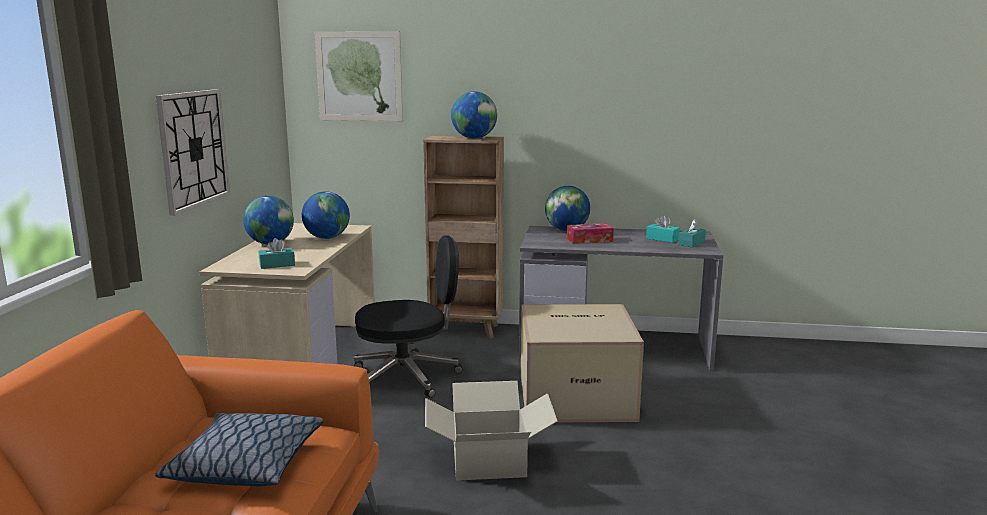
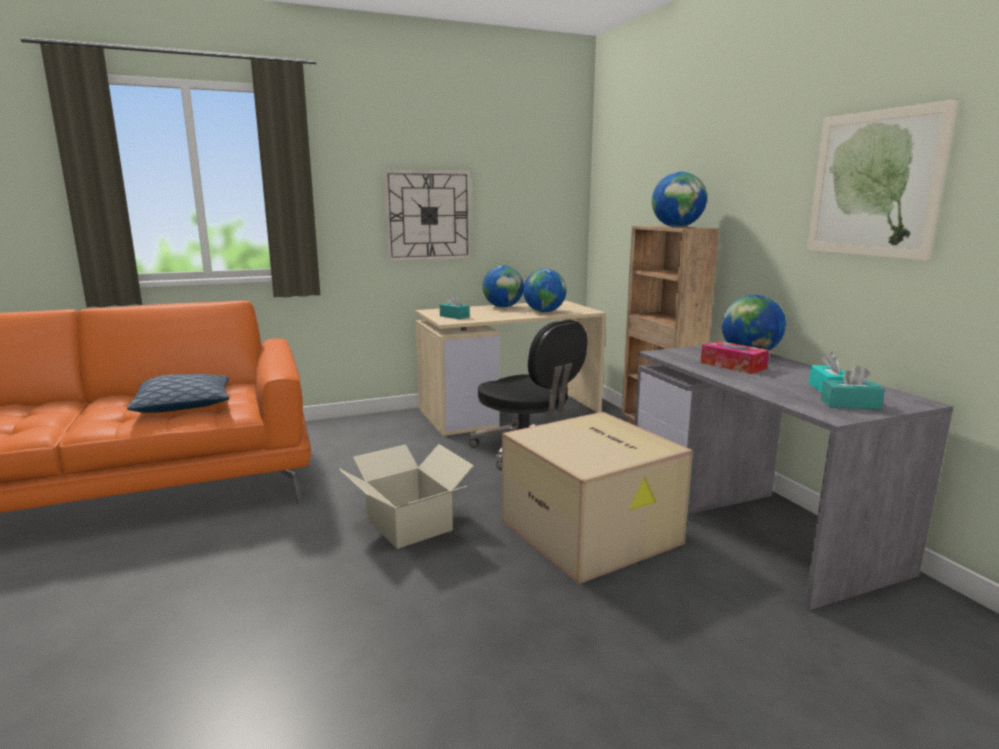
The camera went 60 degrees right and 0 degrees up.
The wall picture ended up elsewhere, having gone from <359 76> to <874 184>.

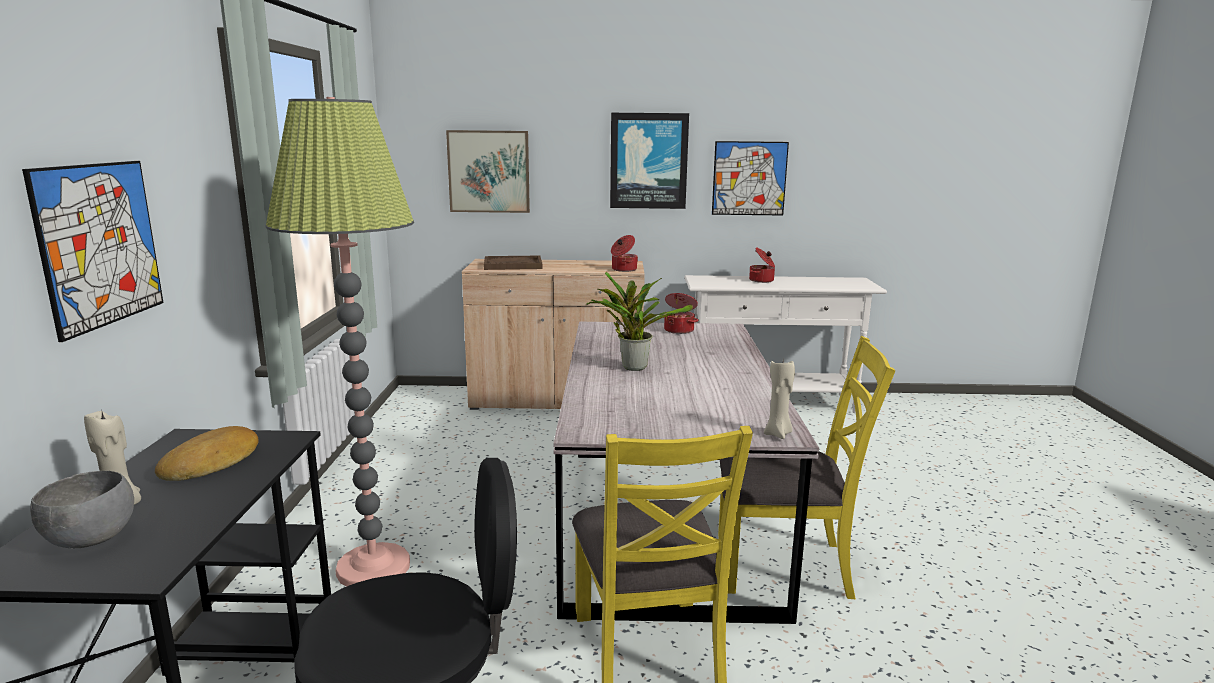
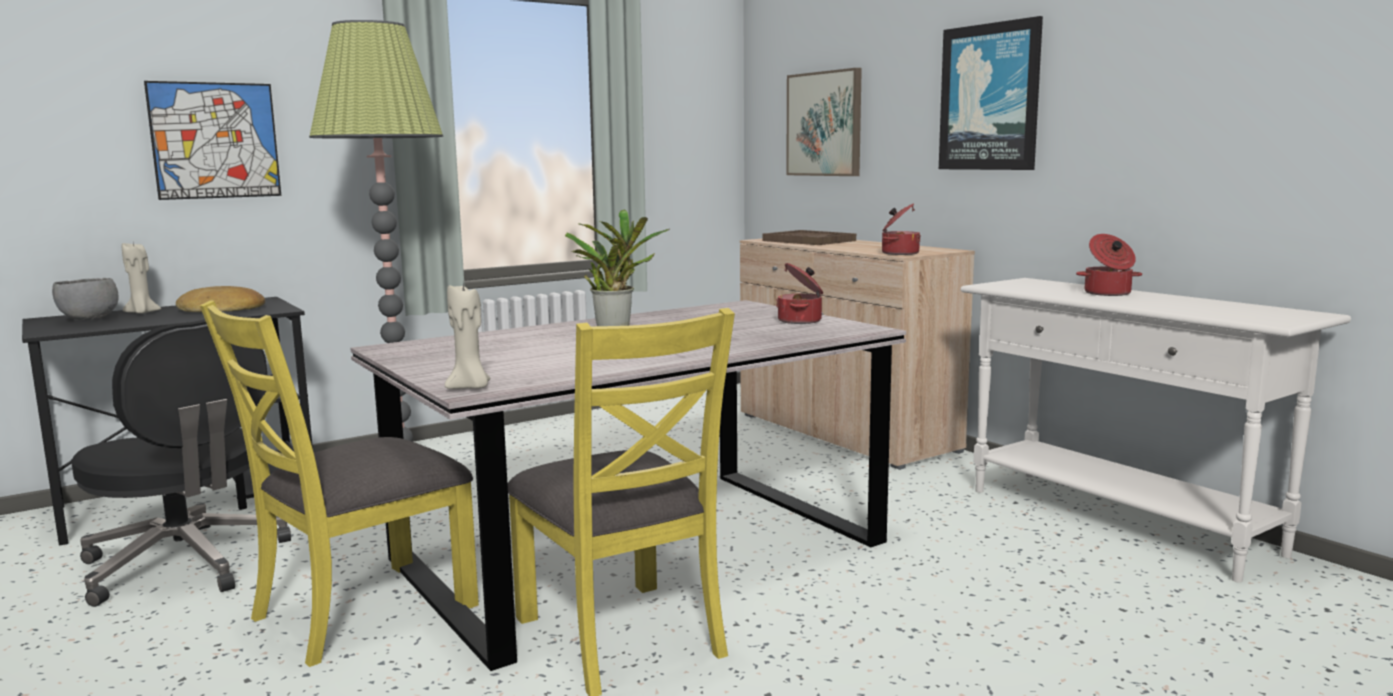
The camera went 55 degrees right and 5 degrees down.
The second view lost the wall picture at <749 178>.

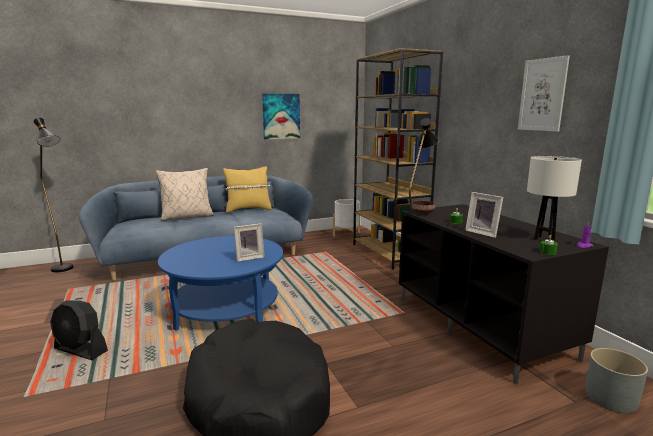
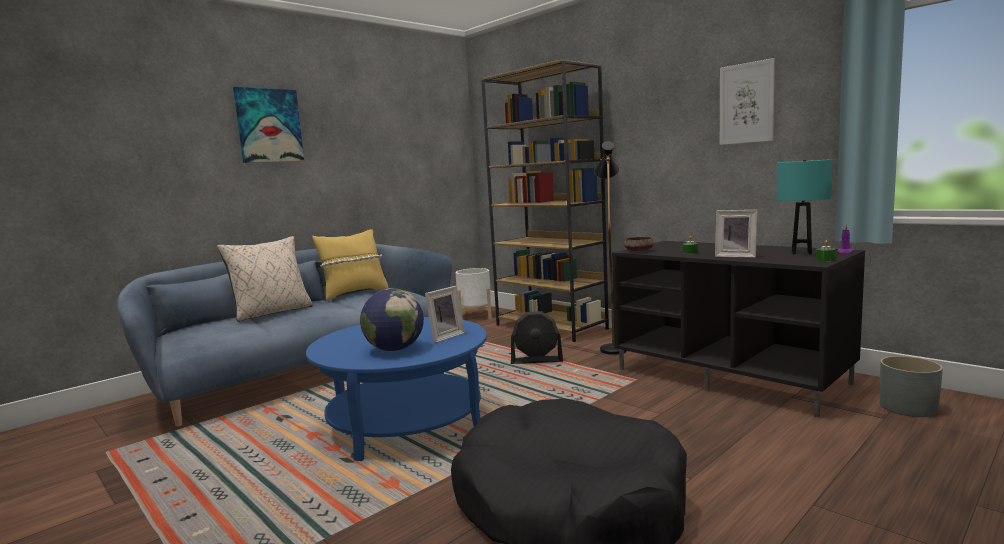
The camera went 20 degrees left and 5 degrees down.
The wall picture ended up elsewhere, having gone from <281 116> to <269 125>.
The second view gained the world globe at <394 349>.
The blackish fan ended up elsewhere, having gone from <81 350> to <537 361>.
What was the whitish table lamp at <544 239> turned into the turquoise-coloured table lamp at <801 253>.
The second view lost the blackish standard lamp at <65 270>.

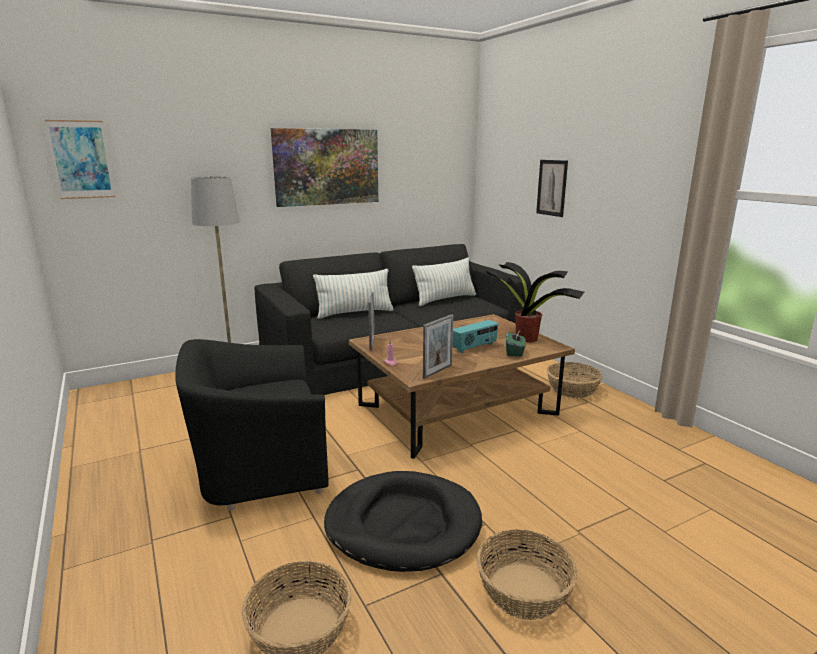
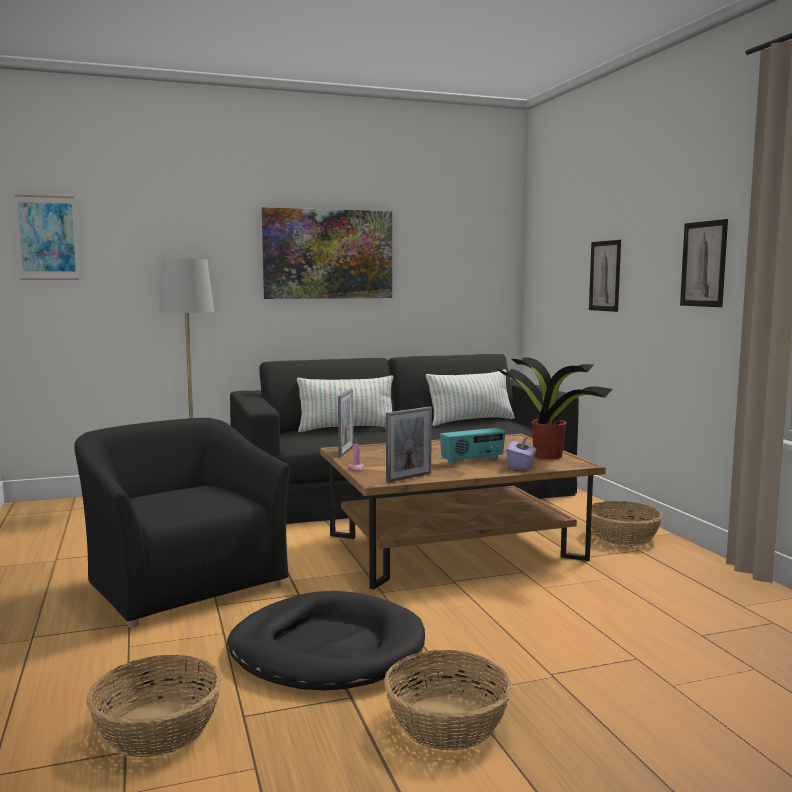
The camera went 10 degrees right and 10 degrees down.
The blackish easy chair at <260 467> ended up facing another way, 60 degrees clockwise from before.
What was the greenish tissue holder at <514 352> turned into the purple tissue holder at <521 466>.
The second view gained the wall picture at <703 264>.

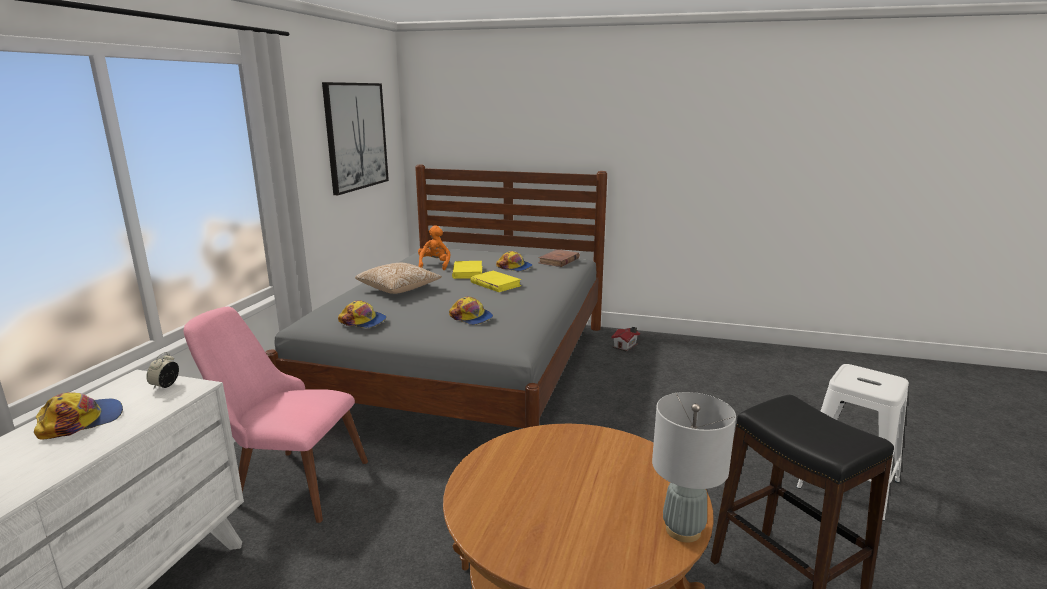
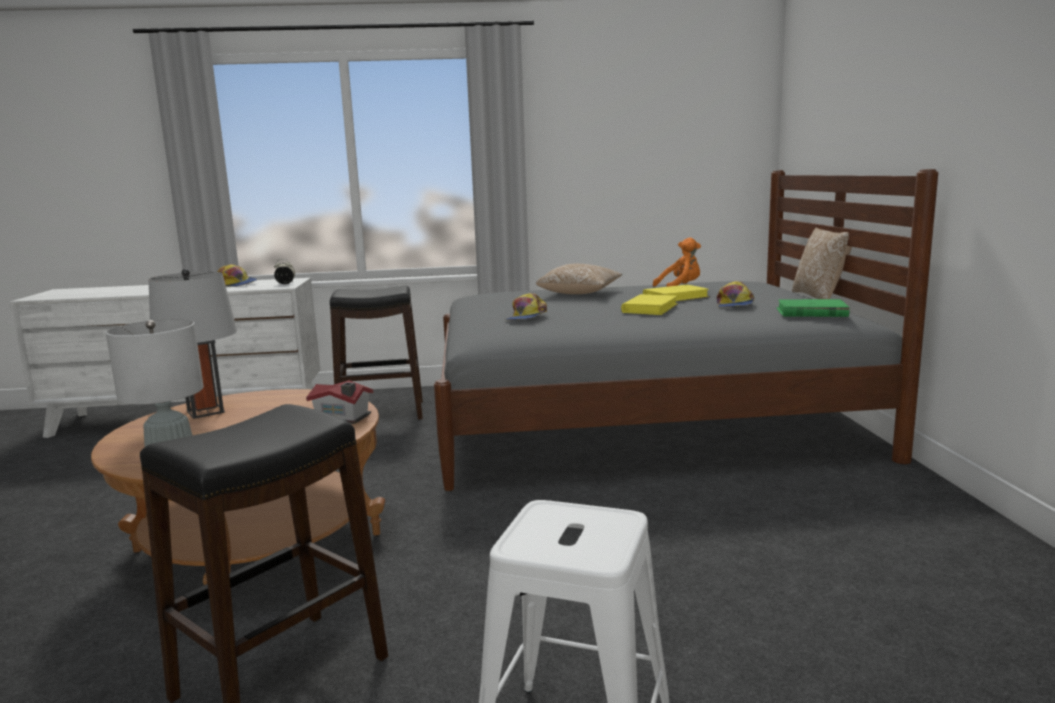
The camera went 70 degrees right and 5 degrees down.
The second view gained the gray table lamp at <205 411>.
The miniature house ended up elsewhere, having gone from <626 346> to <343 418>.
Where the pink upright chair stood at <287 481>, the blackish stool seat came to stand at <381 413>.
What was the brownish volume at <558 261> turned into the greenish volume at <811 312>.
The second view gained the pillow at <820 297>.
The second view lost the wall picture at <356 136>.
The second view lost the peaked cap at <363 321>.

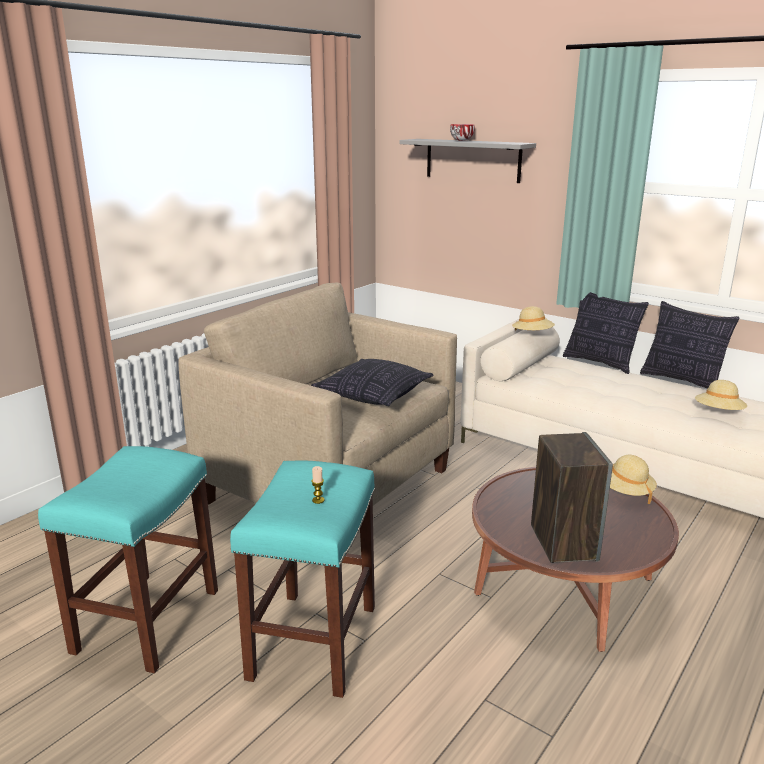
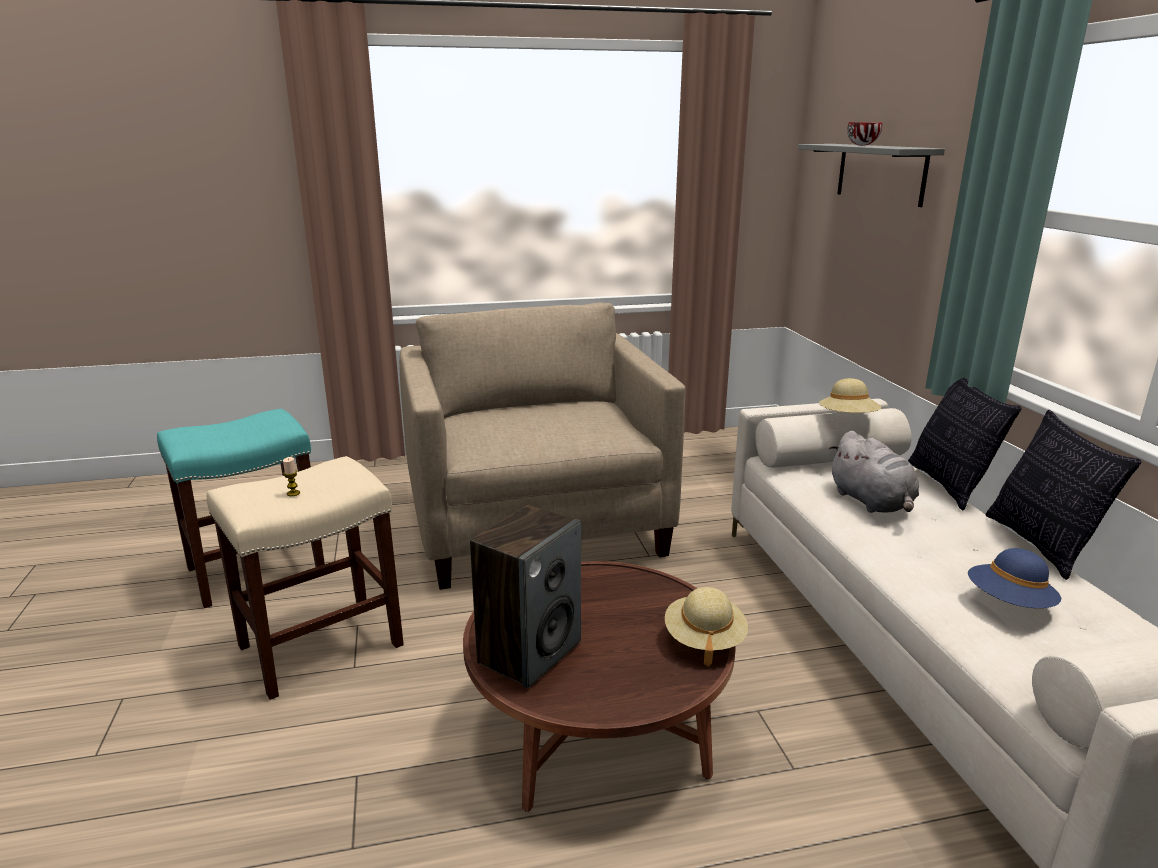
The camera went 40 degrees right and 0 degrees up.
What was the turquoise-coloured stool seat at <313 640> turned into the sand-coloured stool seat at <322 644>.
The second view gained the gray soft toy at <872 502>.
What was the sand-coloured wearable hat at <718 413> turned into the blue-coloured wearable hat at <1009 603>.
The second view lost the pillow at <373 395>.

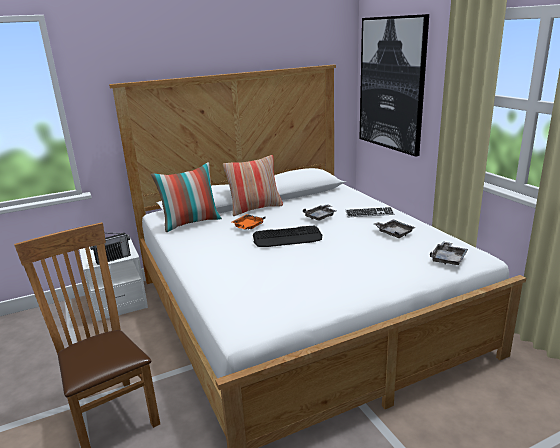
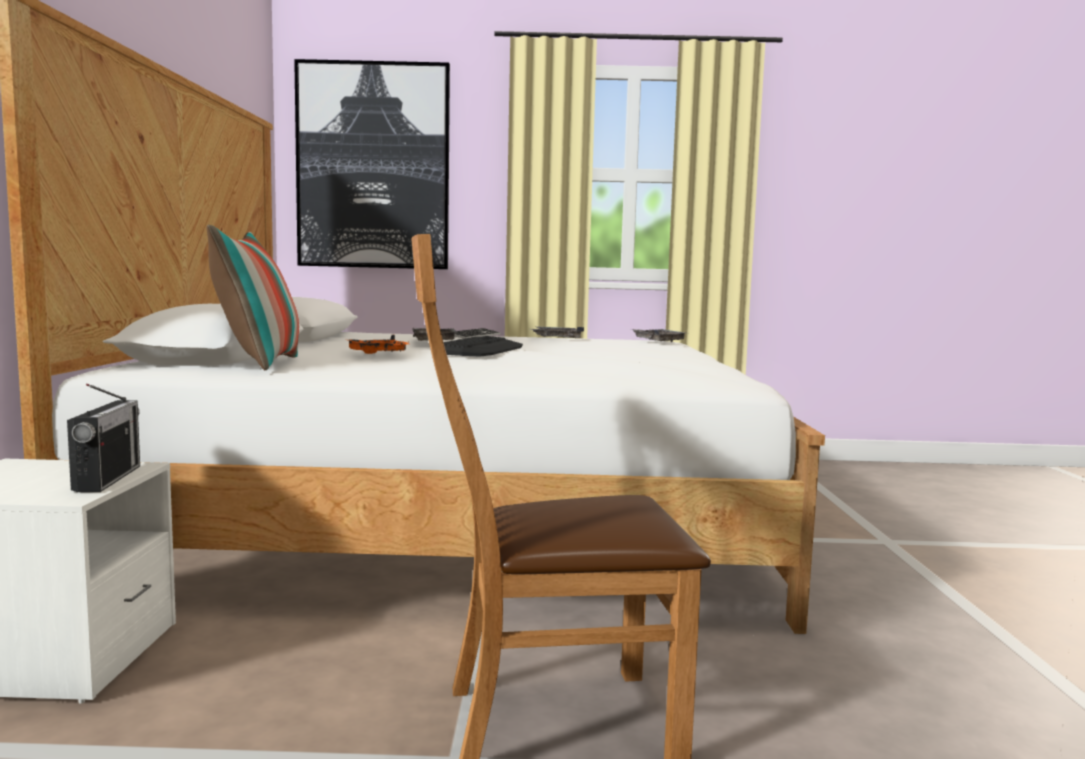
The camera went 65 degrees left and 15 degrees down.
The second view lost the pillow at <255 208>.

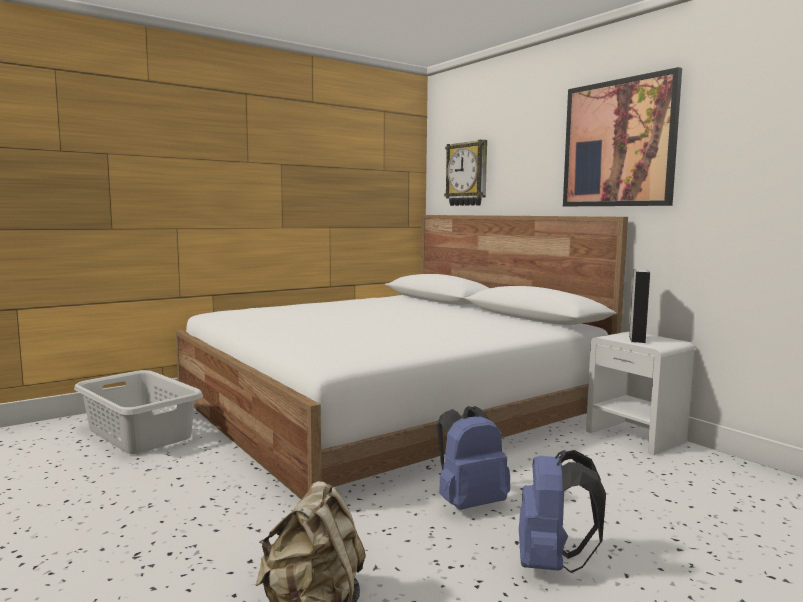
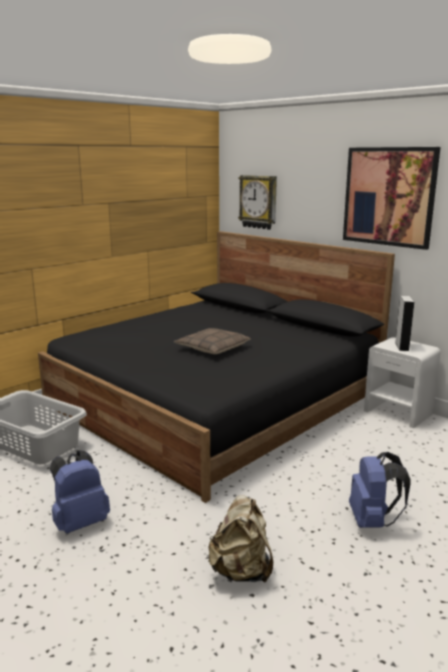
The camera went 10 degrees left and 10 degrees up.
What was the whitish sleeping bed at <389 408> turned into the blackish sleeping bed at <216 401>.
The blue-coloured rucksack ended up elsewhere, having gone from <469 503> to <80 522>.
The second view gained the pillow at <212 348>.

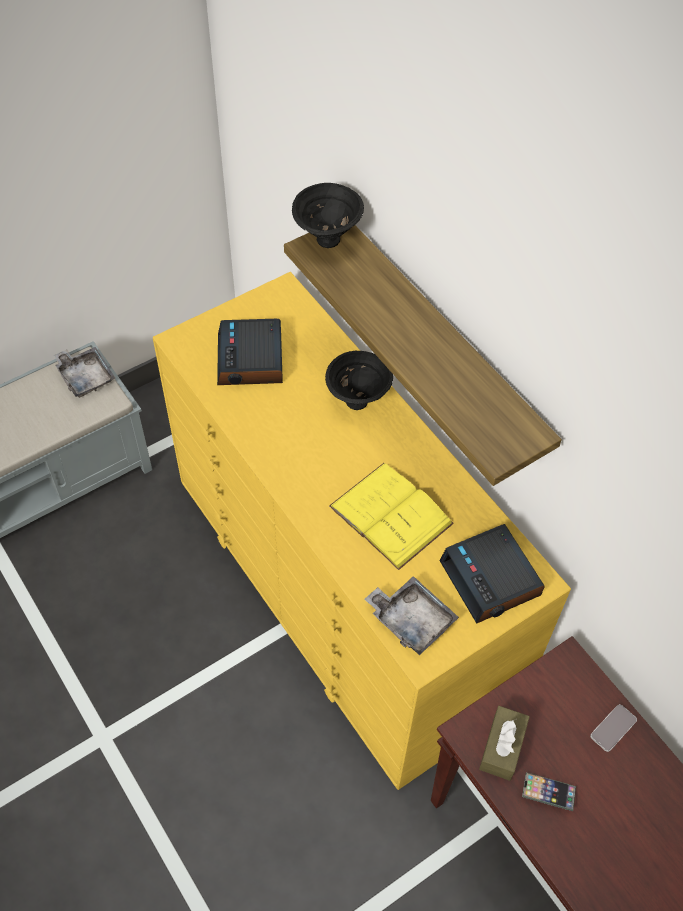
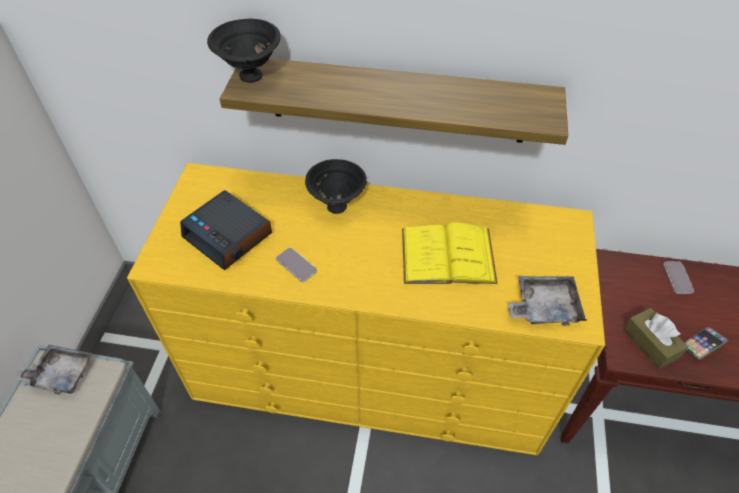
The camera went 45 degrees left and 5 degrees down.
The second view gained the handset at <296 265>.
The second view lost the alarm clock at <491 579>.

